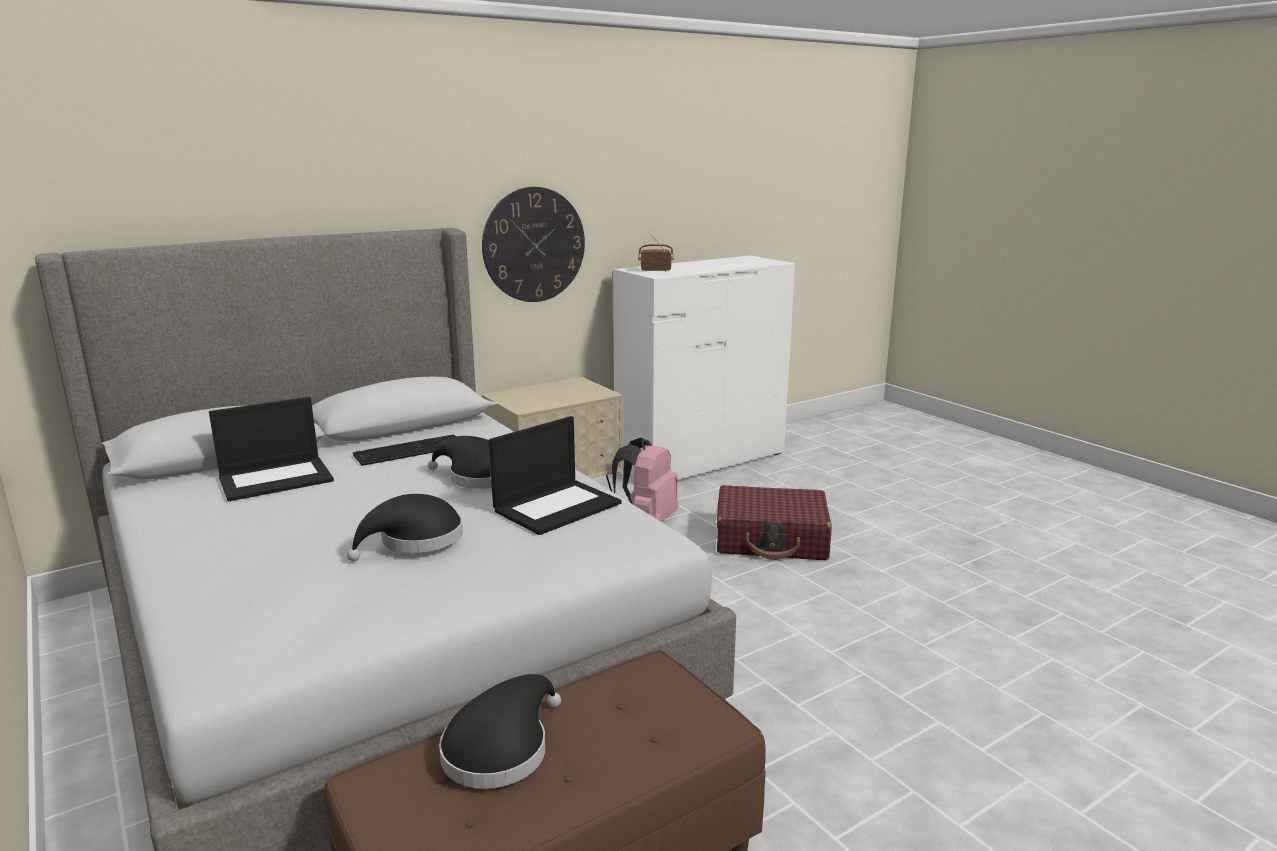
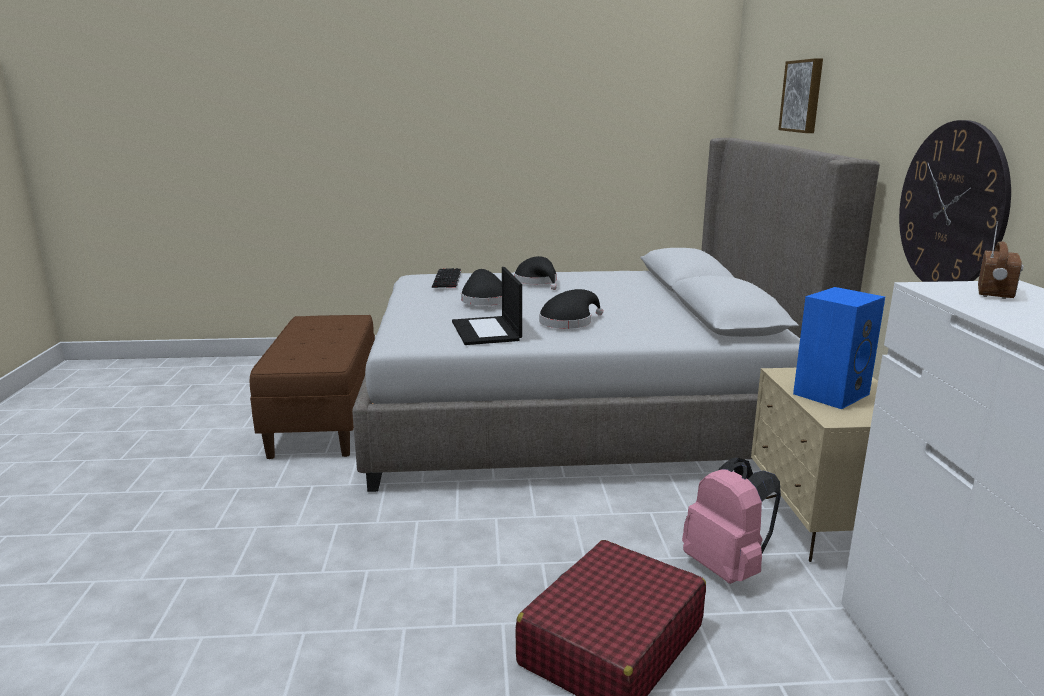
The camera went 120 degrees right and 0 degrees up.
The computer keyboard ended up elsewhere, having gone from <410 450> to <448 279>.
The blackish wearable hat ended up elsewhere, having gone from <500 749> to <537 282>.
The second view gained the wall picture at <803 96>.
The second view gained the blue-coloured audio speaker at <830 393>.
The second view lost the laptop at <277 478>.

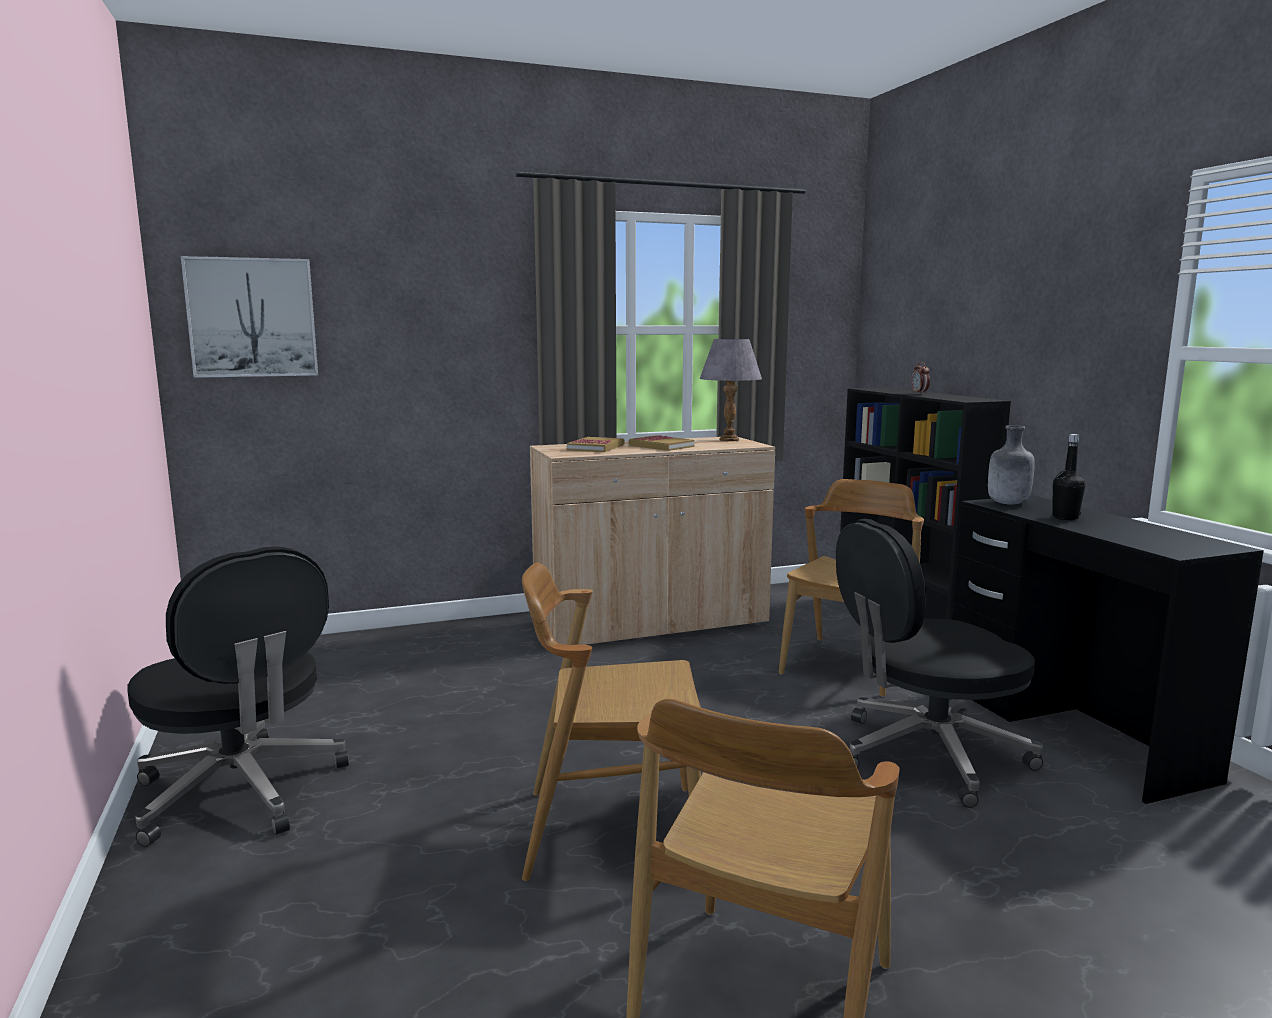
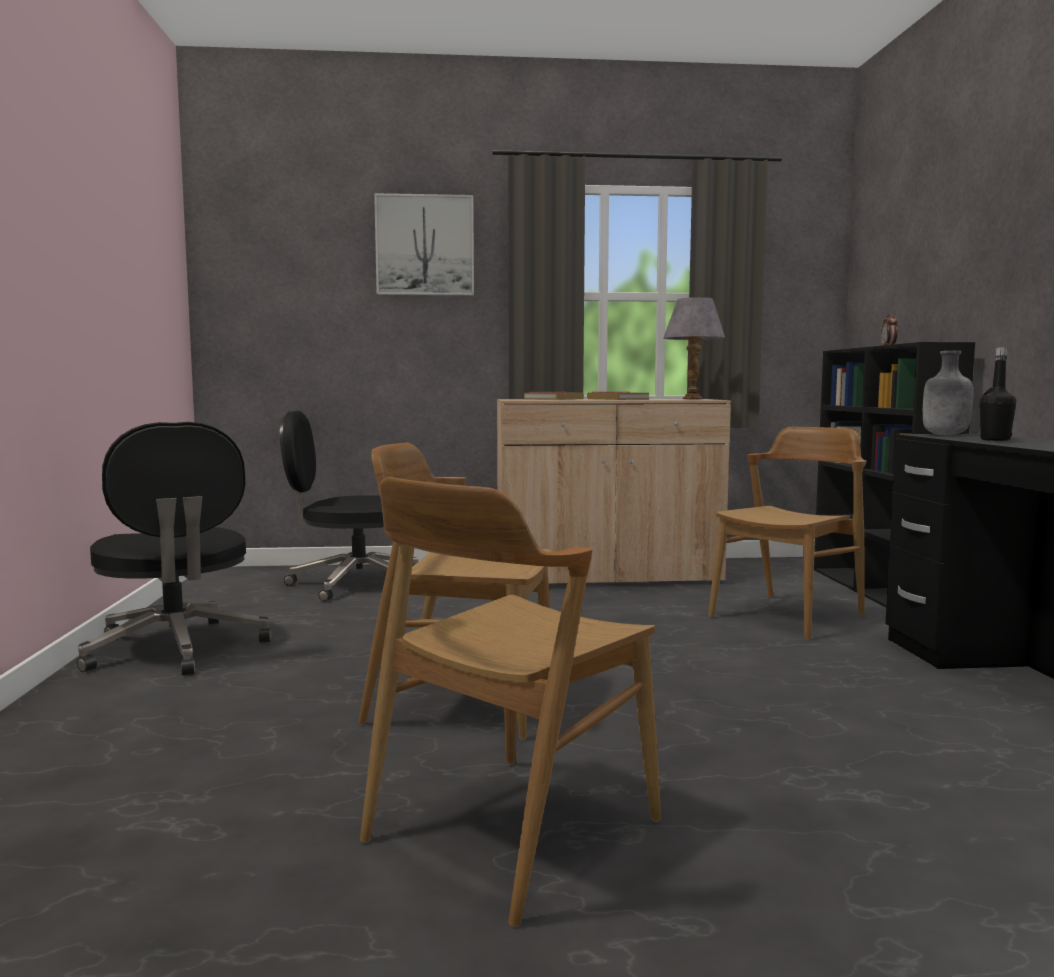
The camera went 15 degrees right and 5 degrees down.
The blackish computer chair ended up elsewhere, having gone from <927 755> to <353 584>.
The wall picture ended up elsewhere, having gone from <252 317> to <425 245>.

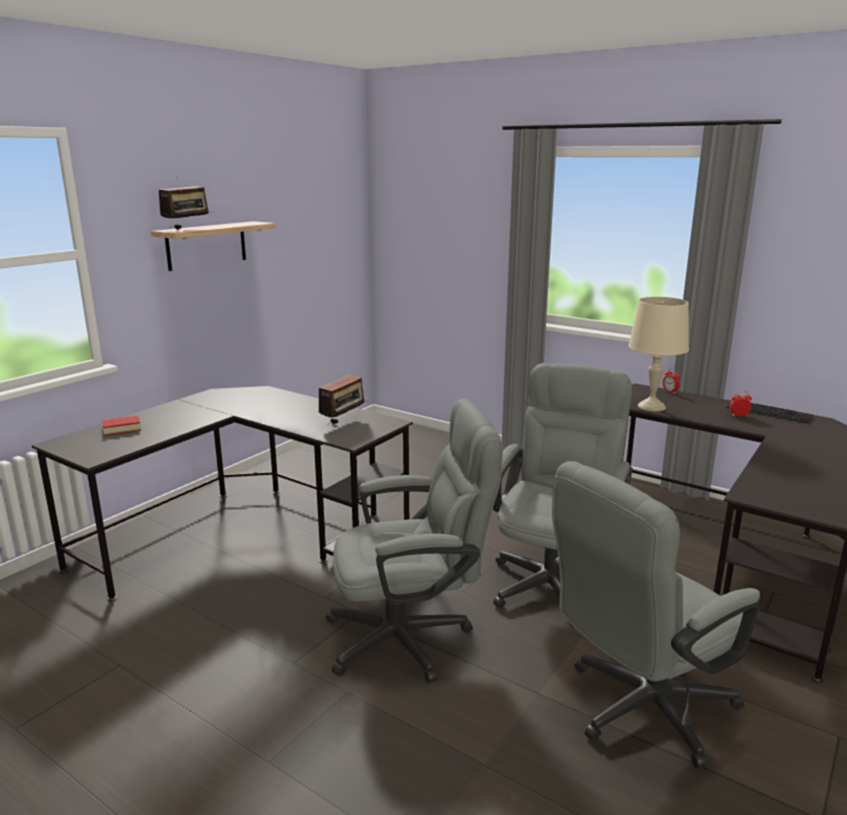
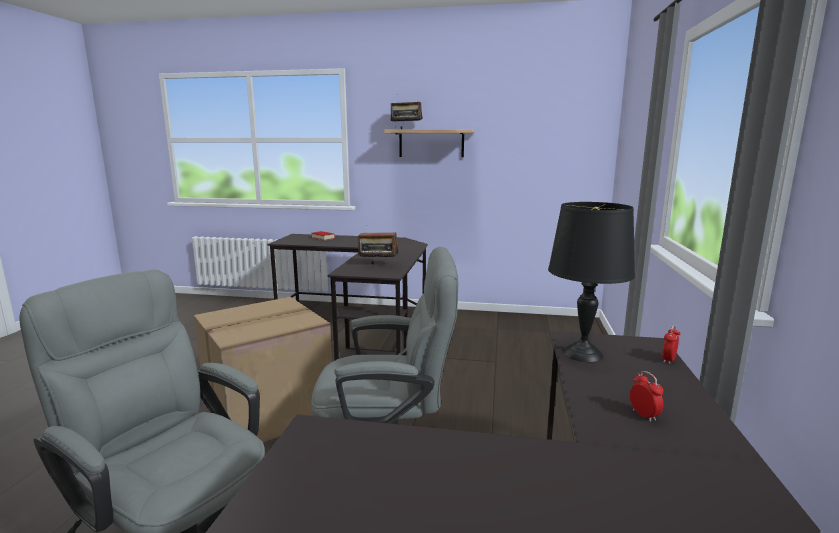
The camera went 65 degrees right and 5 degrees down.
Where the gray computer chair stood at <412 637>, the packing box came to stand at <267 412>.
What was the sand-coloured table lamp at <651 406> turned into the blackish table lamp at <582 353>.
The second view lost the computer keyboard at <770 412>.

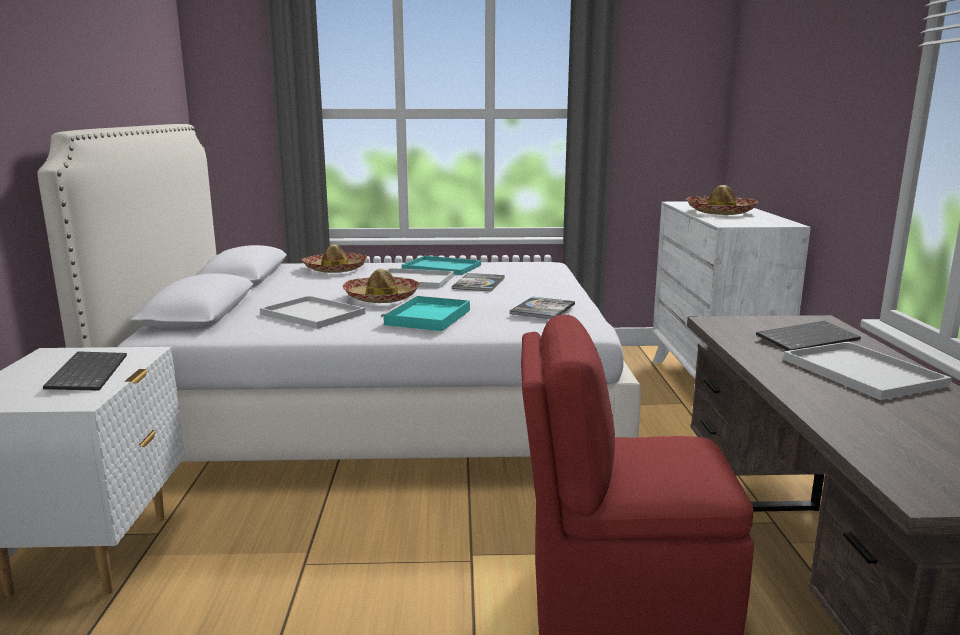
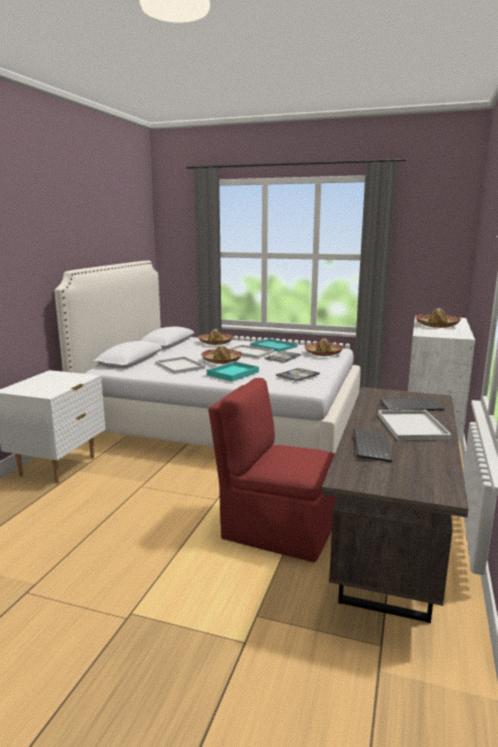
The camera went 20 degrees right and 0 degrees up.
The second view gained the wearable hat at <323 353>.
The computer keyboard ended up elsewhere, having gone from <86 373> to <370 446>.

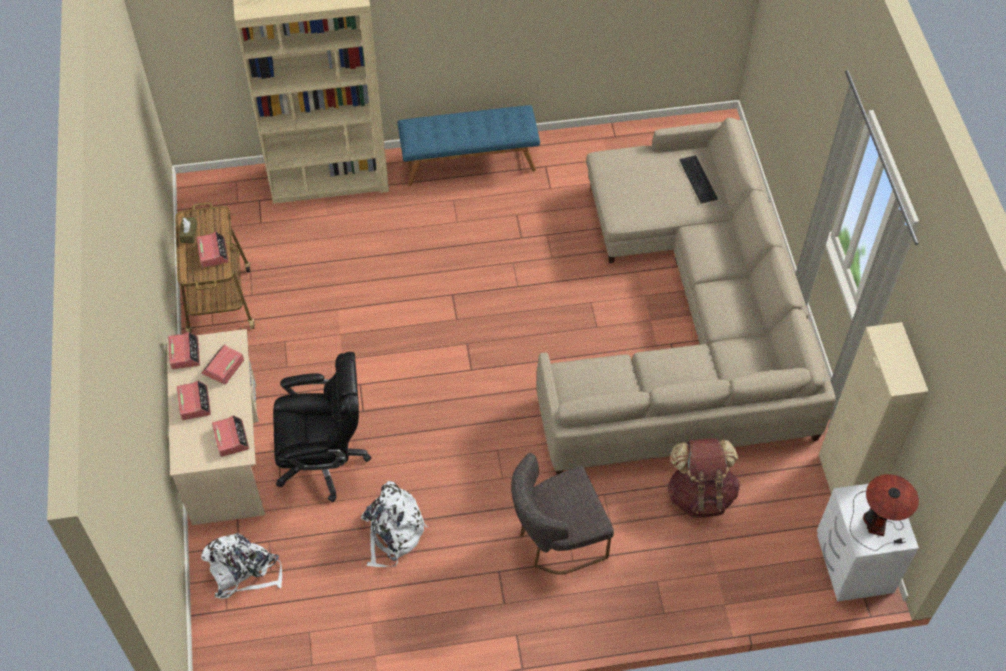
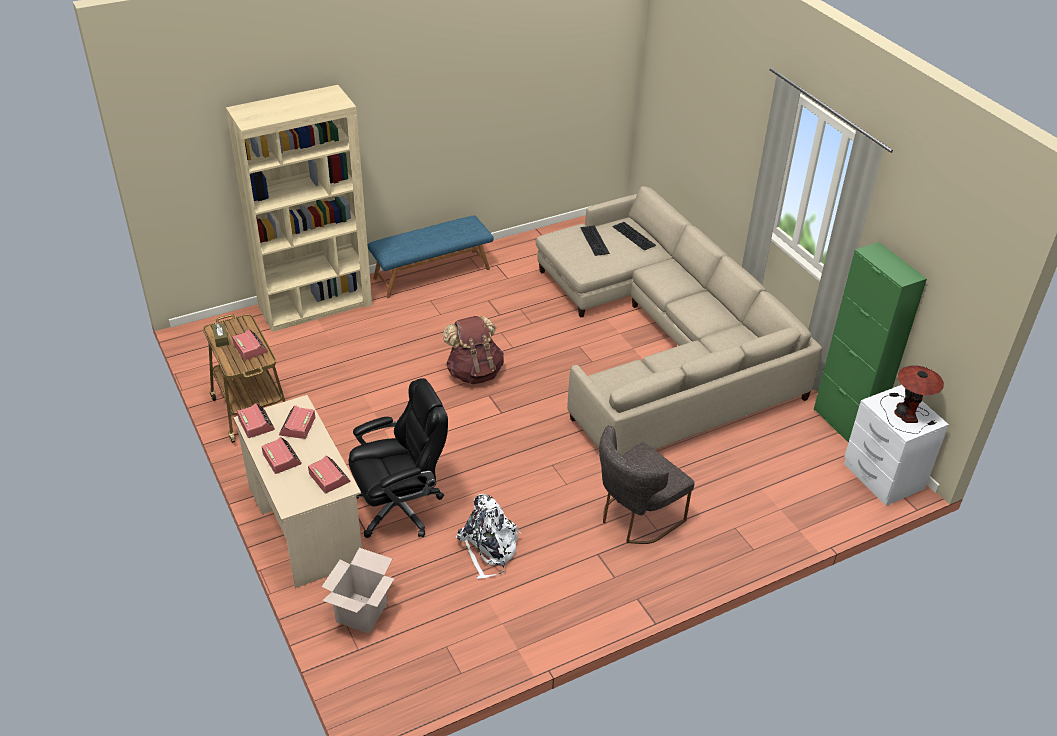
The camera went 20 degrees left and 15 degrees down.
Where the whitish rucksack stood at <243 571>, the packing box came to stand at <361 613>.
The brownish rucksack ended up elsewhere, having gone from <700 494> to <474 372>.
The second view gained the computer keyboard at <595 240>.
What was the sand-coloured cabinet at <844 484> turned into the greenish cabinet at <844 424>.

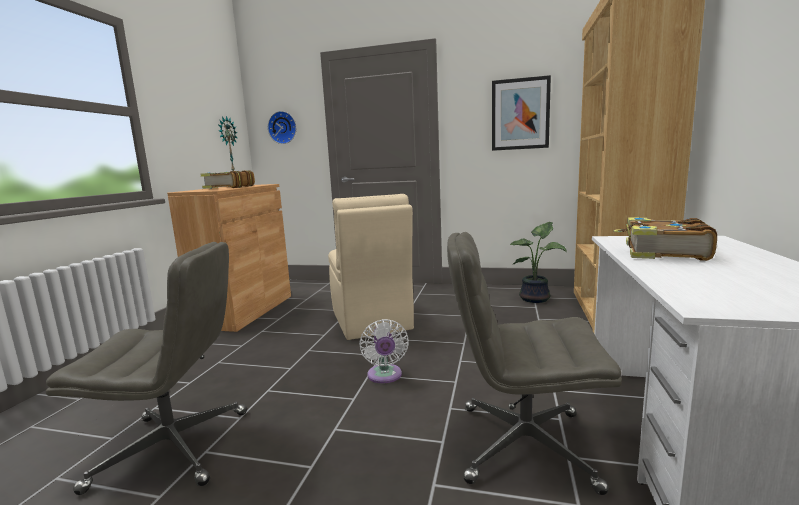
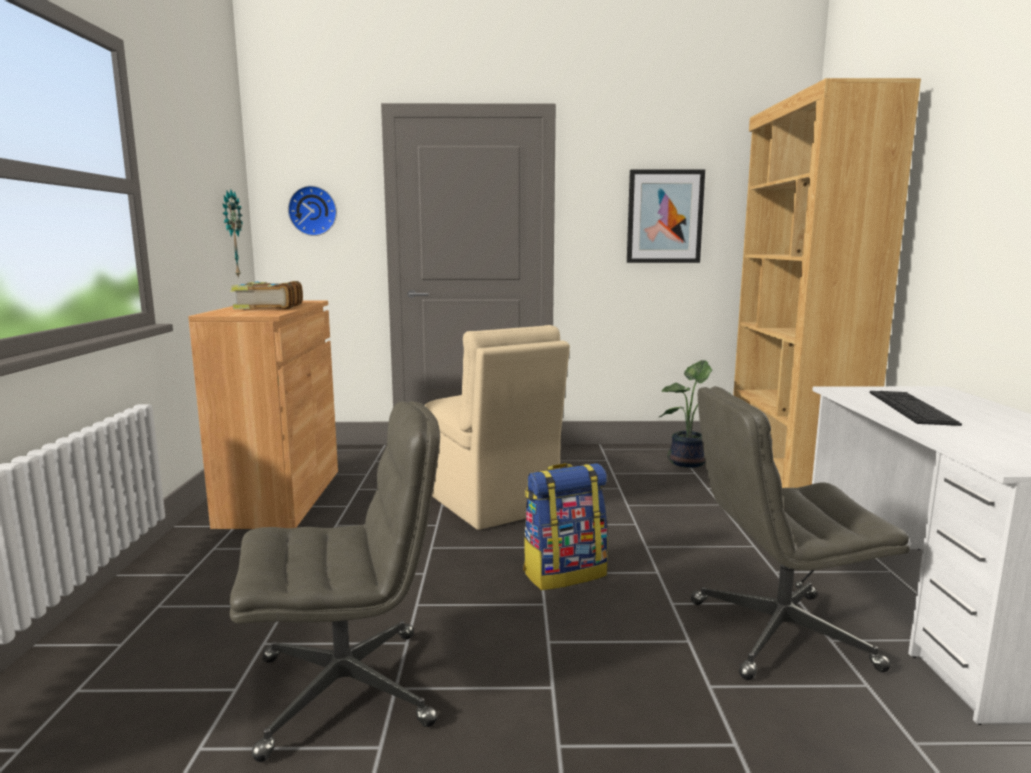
The camera went 15 degrees left and 0 degrees up.
Where the whitish fan stood at <385 376>, the rucksack came to stand at <564 573>.
Where the volume stood at <662 252>, the computer keyboard came to stand at <911 407>.

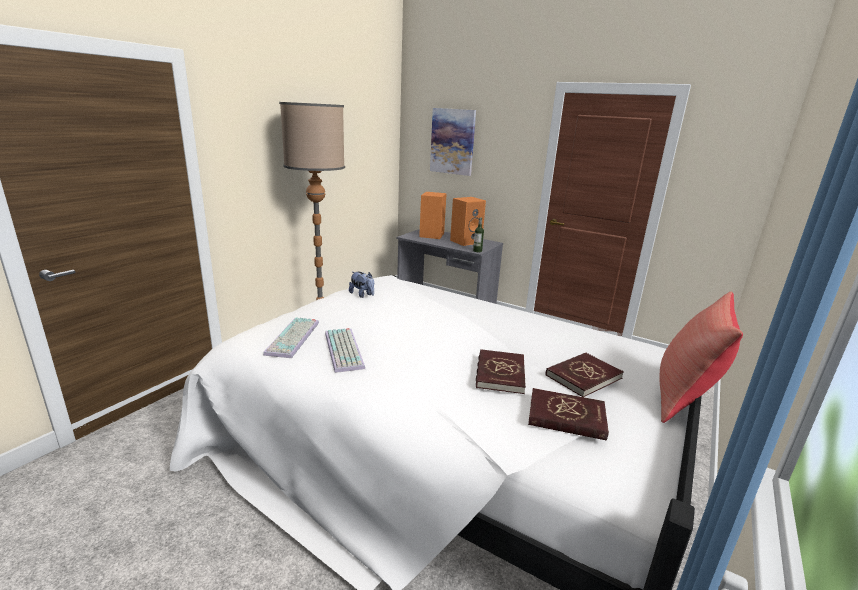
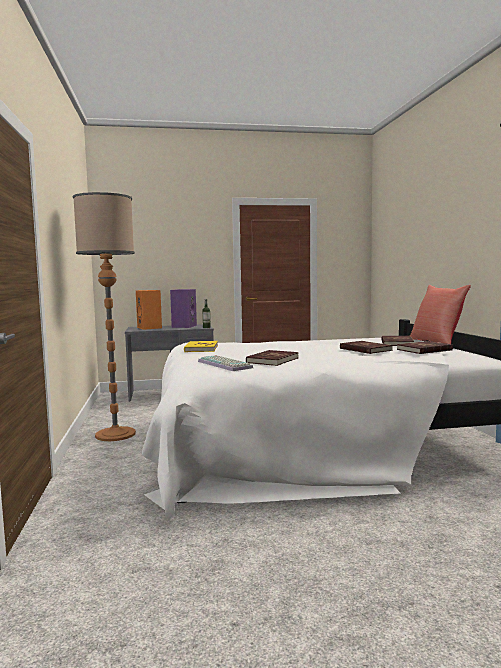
The camera went 40 degrees left and 15 degrees down.
What was the orange-coloured audio speaker at <466 241> turned into the purple audio speaker at <184 326>.
Where the soft toy stood at <362 295>, the yellow-coloured volume came to stand at <201 349>.
Where the computer keyboard stood at <345 350>, the red volume came to stand at <272 360>.
The second view lost the wall picture at <452 141>.

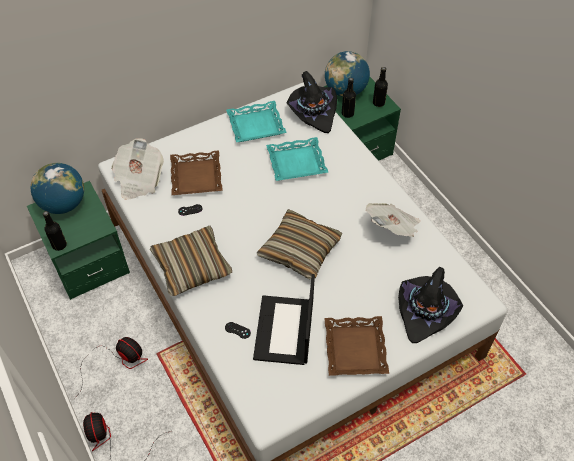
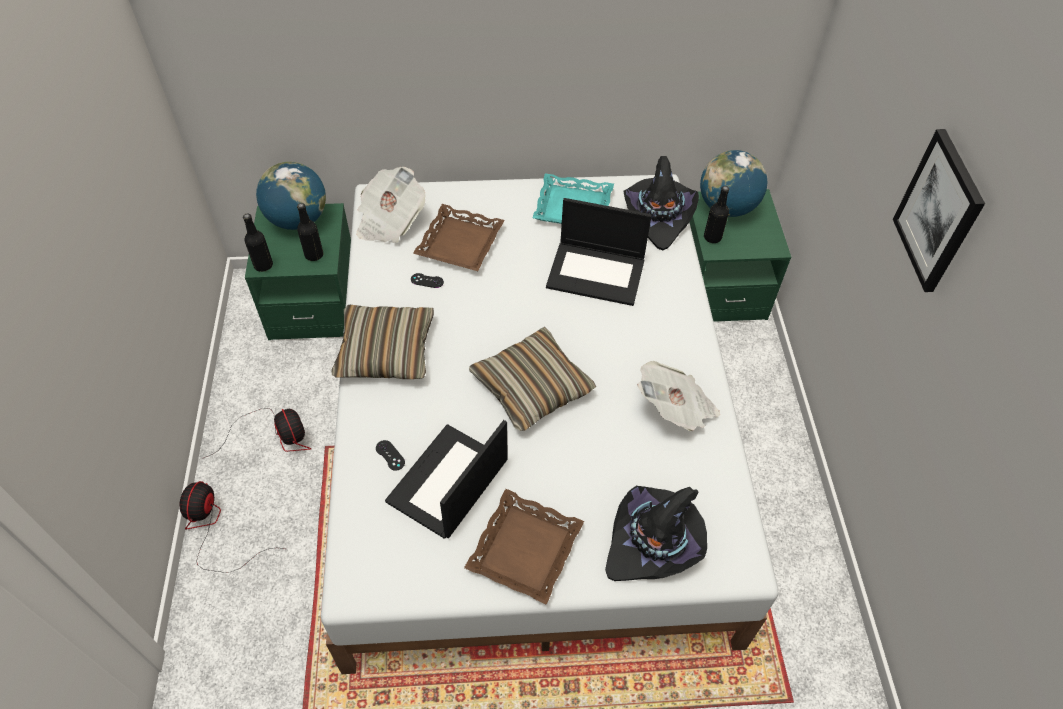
The camera went 25 degrees right and 0 degrees up.
The blackish beverage bottle ended up elsewhere, having gone from <378 103> to <314 255>.
Where the turquoise-coloured carrying tray stood at <296 162>, the laptop came to stand at <597 273>.
The second view gained the wall picture at <939 212>.

